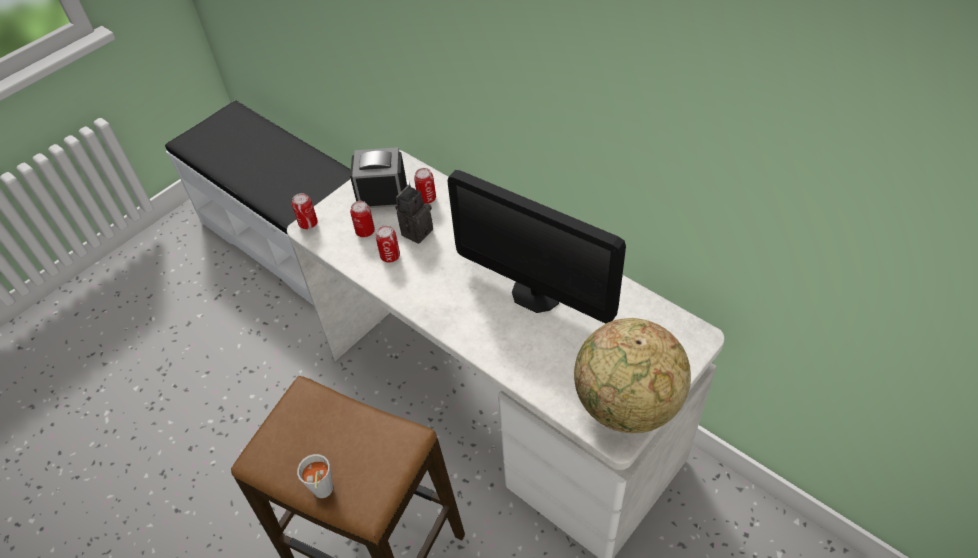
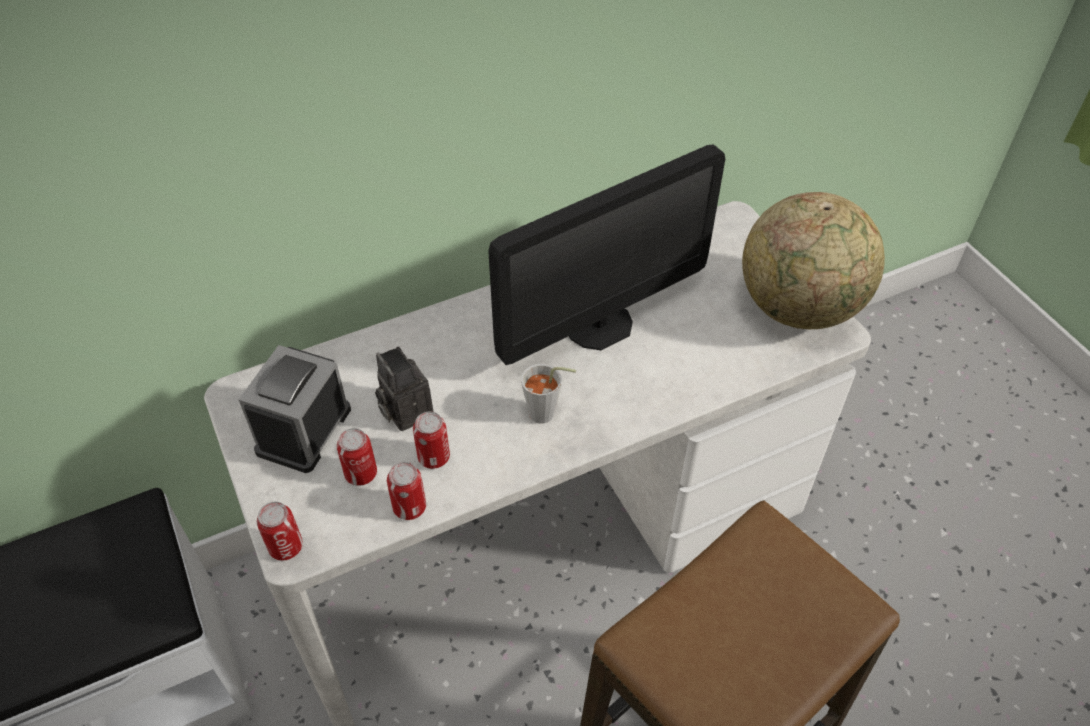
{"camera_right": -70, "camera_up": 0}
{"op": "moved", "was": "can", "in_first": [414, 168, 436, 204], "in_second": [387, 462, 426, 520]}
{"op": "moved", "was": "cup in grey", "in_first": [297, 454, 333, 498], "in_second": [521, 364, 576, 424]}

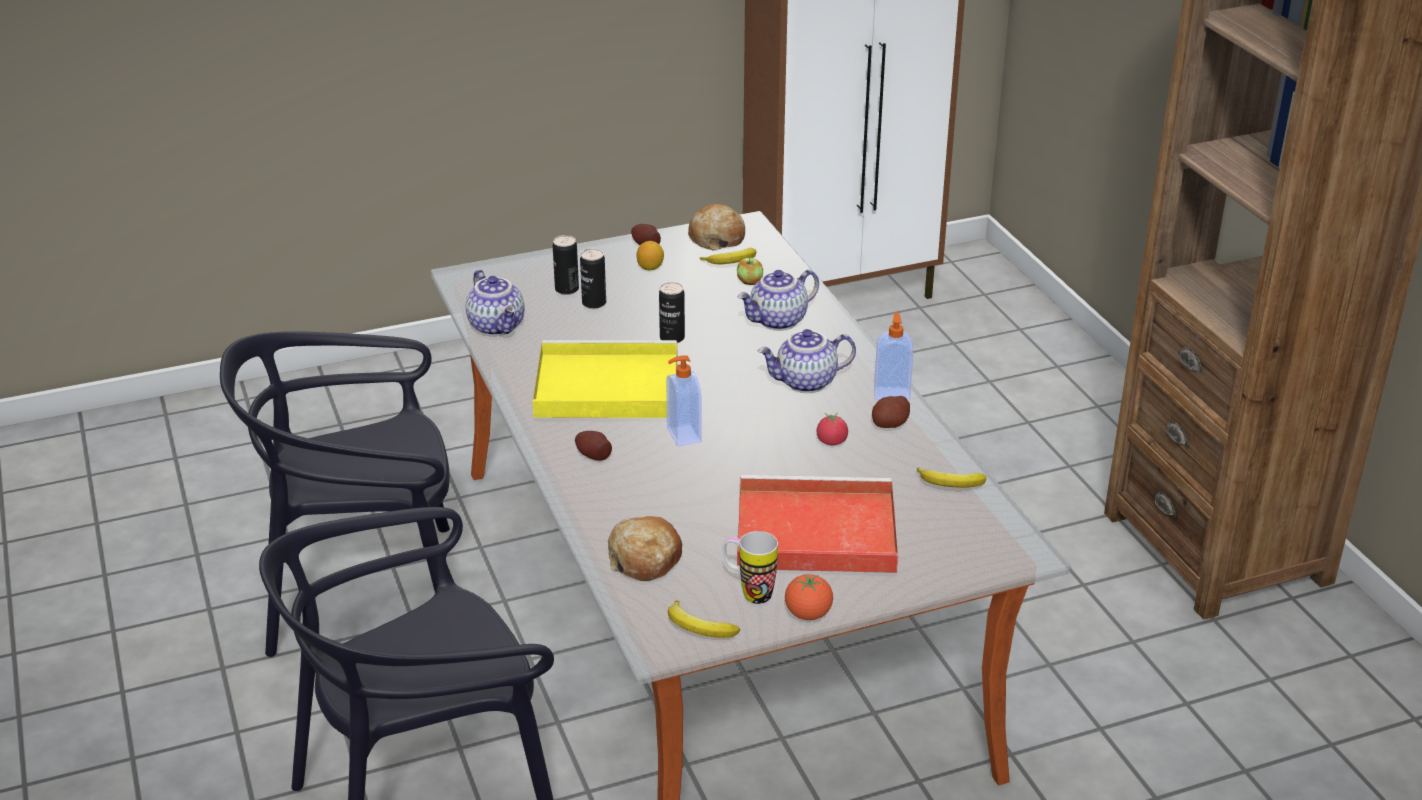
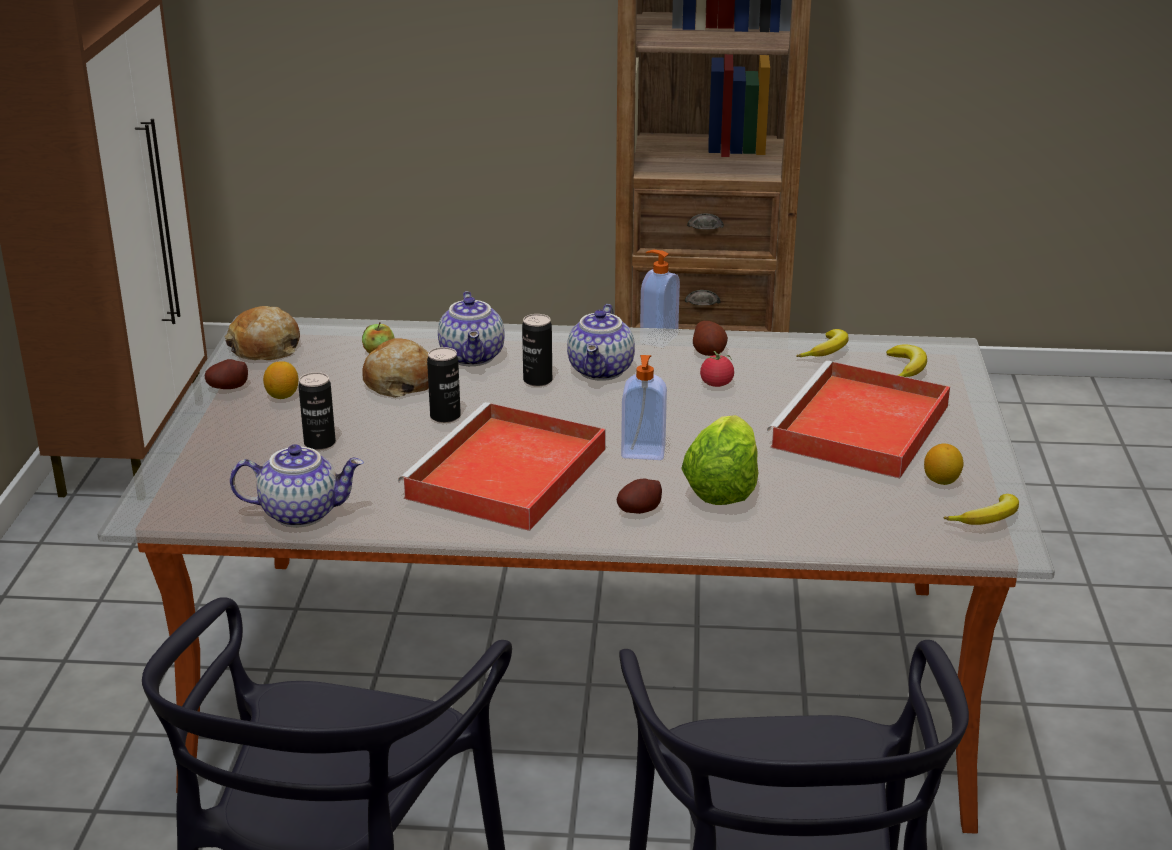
{"camera_right": -65, "camera_up": -5}
{"op": "moved", "was": "can", "in_first": [553, 235, 579, 295], "in_second": [522, 314, 552, 387]}
{"op": "moved", "was": "banana", "in_first": [700, 248, 756, 264], "in_second": [886, 345, 927, 377]}
{"op": "recoloured", "was": "tray in yellow", "now": "tray in red", "in_first": [532, 340, 677, 418], "in_second": [398, 402, 606, 531]}
{"op": "moved", "was": "bread", "in_first": [608, 516, 682, 581], "in_second": [363, 338, 429, 398]}
{"op": "replaced", "was": "mug", "now": "lemon", "in_first": [722, 531, 778, 604], "in_second": [924, 444, 964, 485]}
{"op": "removed", "was": "tomato", "in_first": [785, 574, 833, 620]}
{"op": "added", "now": "lettuce", "in_second": [681, 415, 758, 505]}

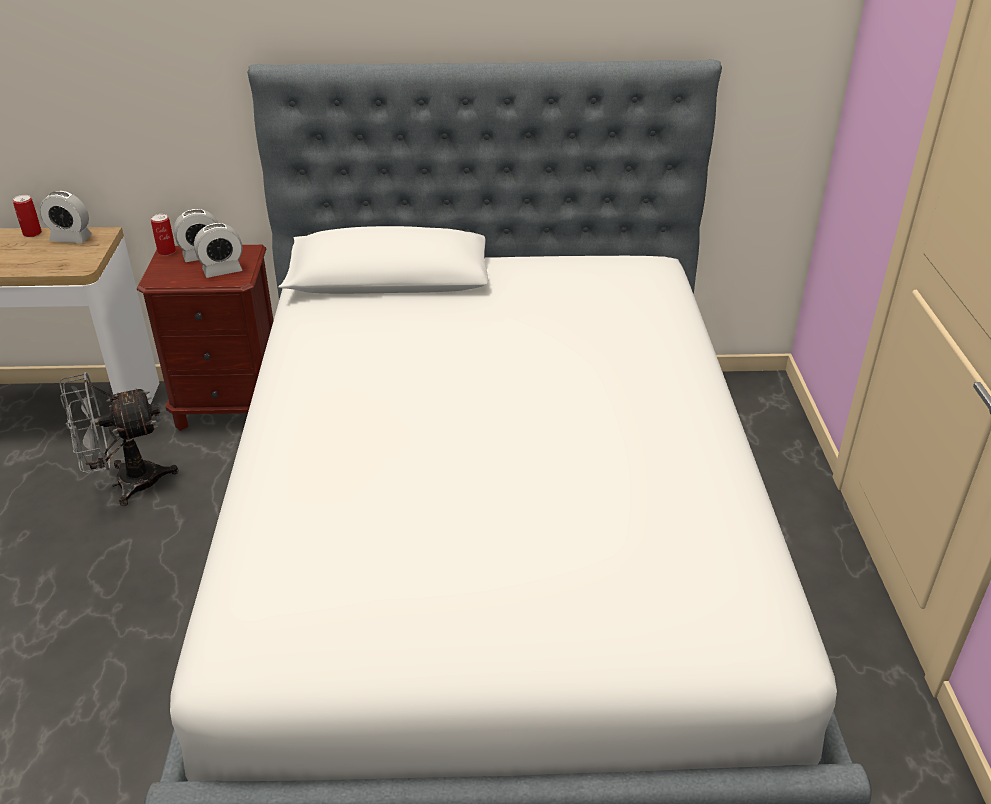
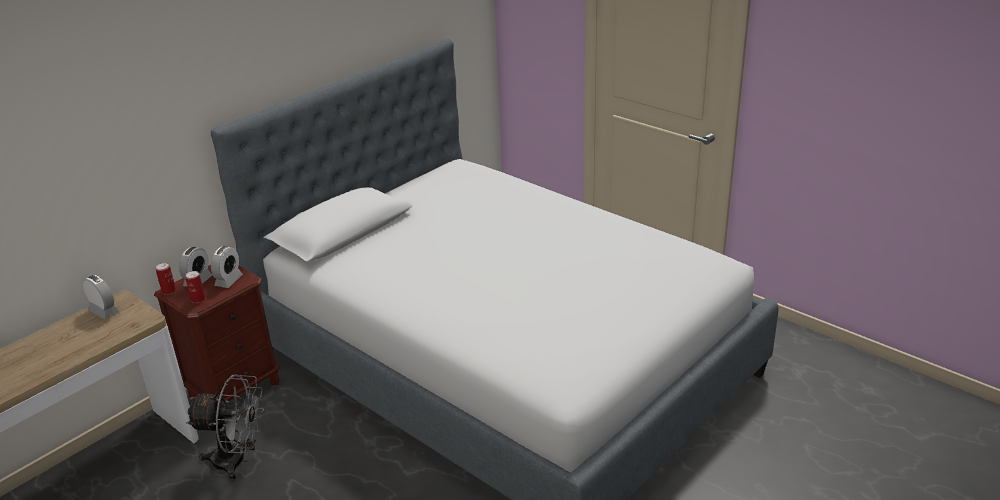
{"camera_right": -45, "camera_up": -5}
{"op": "turned", "was": "alarm clock", "in_first": [40, 191, 92, 243], "in_second": [83, 275, 120, 319], "clockwise": -105}
{"op": "moved", "was": "can", "in_first": [13, 195, 42, 237], "in_second": [185, 271, 205, 303]}
{"op": "turned", "was": "fan in grey", "in_first": [59, 372, 179, 506], "in_second": [186, 374, 265, 480], "clockwise": -105}

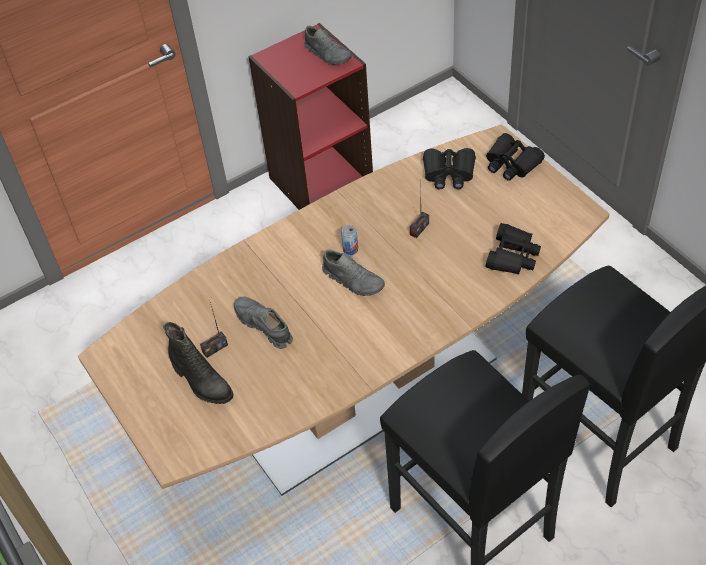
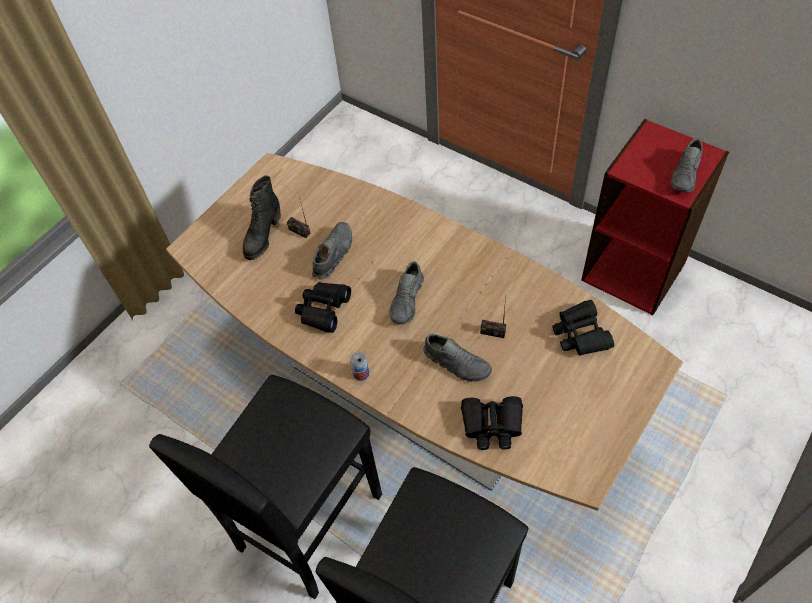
{"camera_right": 70, "camera_up": 5}
{"op": "moved", "was": "binoculars in black", "in_first": [486, 133, 545, 181], "in_second": [295, 282, 351, 333]}
{"op": "moved", "was": "can", "in_first": [341, 225, 358, 255], "in_second": [350, 352, 369, 381]}
{"op": "added", "now": "shoe in grey", "in_second": [423, 333, 492, 382]}

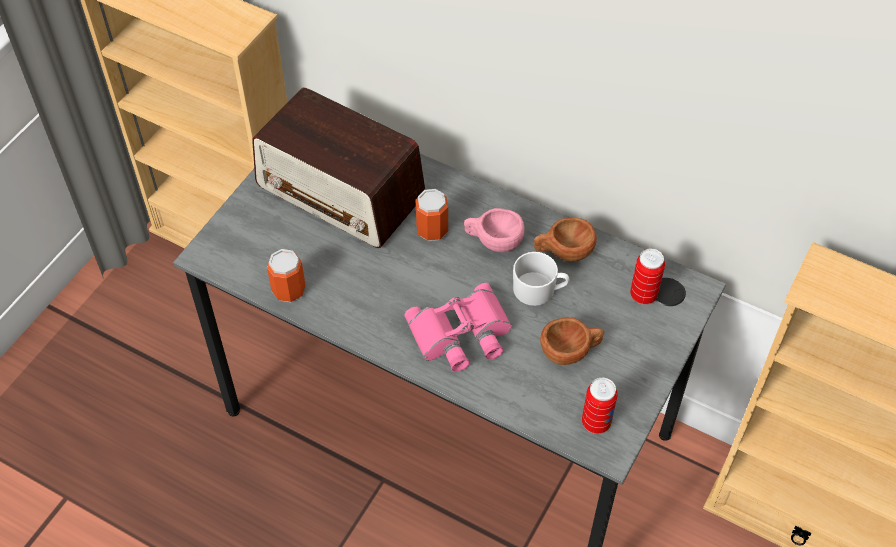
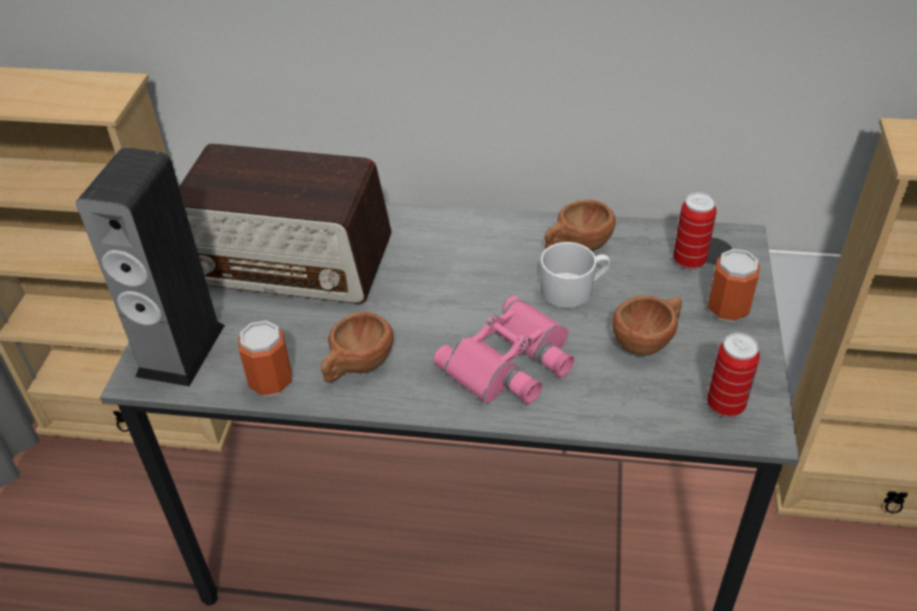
{"camera_right": -20, "camera_up": -10}
{"op": "moved", "was": "can", "in_first": [416, 189, 448, 241], "in_second": [708, 249, 760, 322]}
{"op": "removed", "was": "cup in pink", "in_first": [464, 208, 524, 252]}
{"op": "added", "now": "speaker", "in_second": [76, 147, 225, 387]}
{"op": "added", "now": "cup in brown", "in_second": [321, 312, 393, 383]}

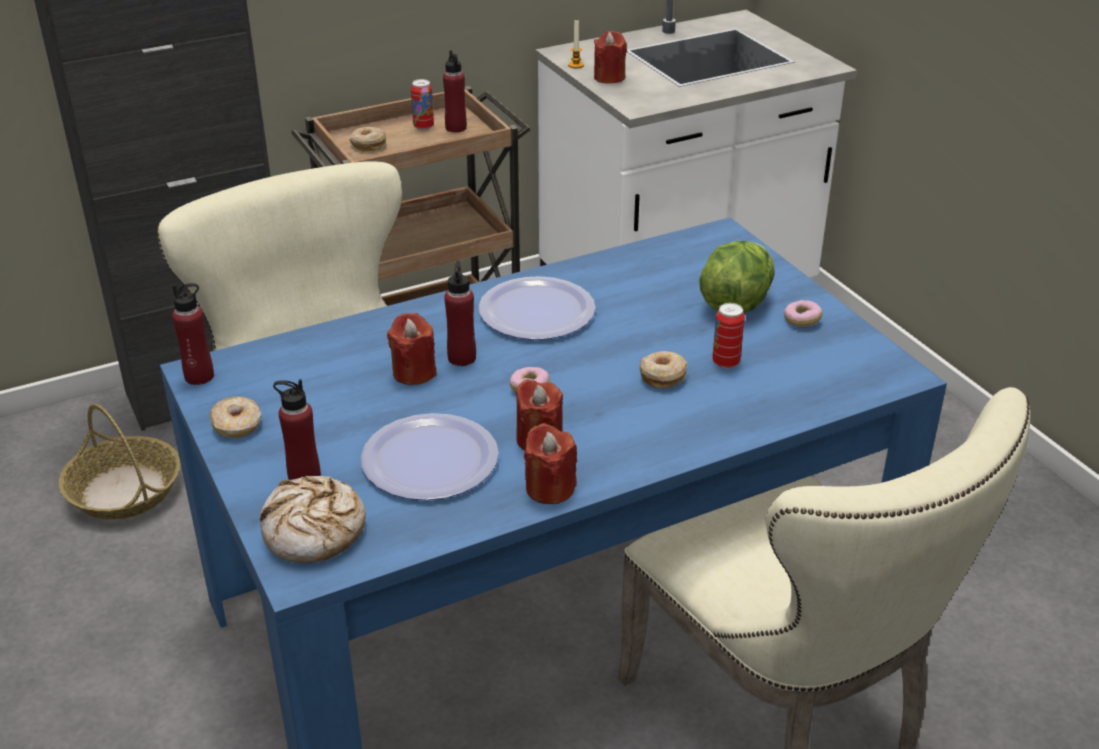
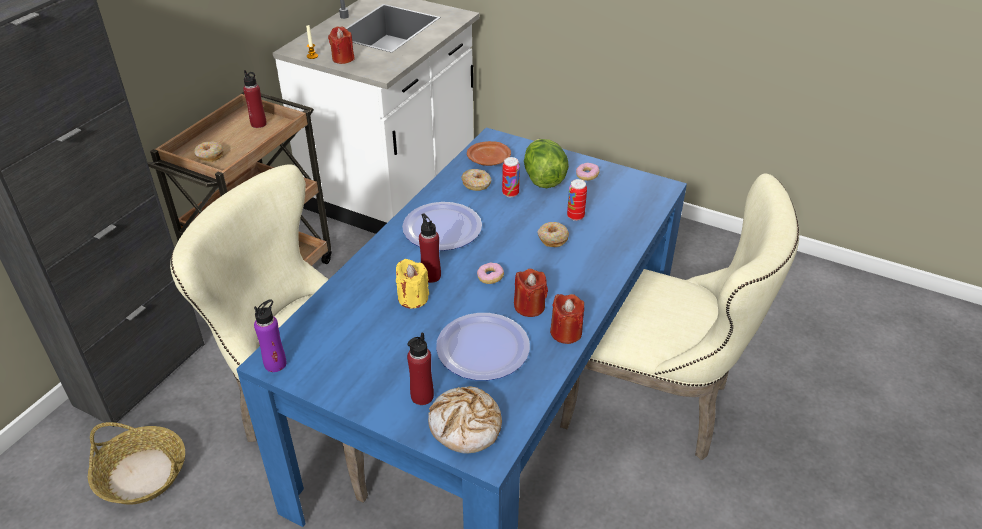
{"camera_right": -35, "camera_up": 5}
{"op": "moved", "was": "can", "in_first": [411, 79, 434, 131], "in_second": [502, 157, 520, 197]}
{"op": "recoloured", "was": "bottle in red", "now": "bottle in purple", "in_first": [172, 283, 214, 385], "in_second": [254, 299, 287, 372]}
{"op": "recoloured", "was": "candle in red", "now": "candle in yellow", "in_first": [387, 313, 437, 385], "in_second": [396, 259, 429, 308]}
{"op": "moved", "was": "donut", "in_first": [209, 396, 261, 438], "in_second": [461, 169, 492, 191]}
{"op": "added", "now": "plate in brown", "in_second": [467, 141, 511, 166]}

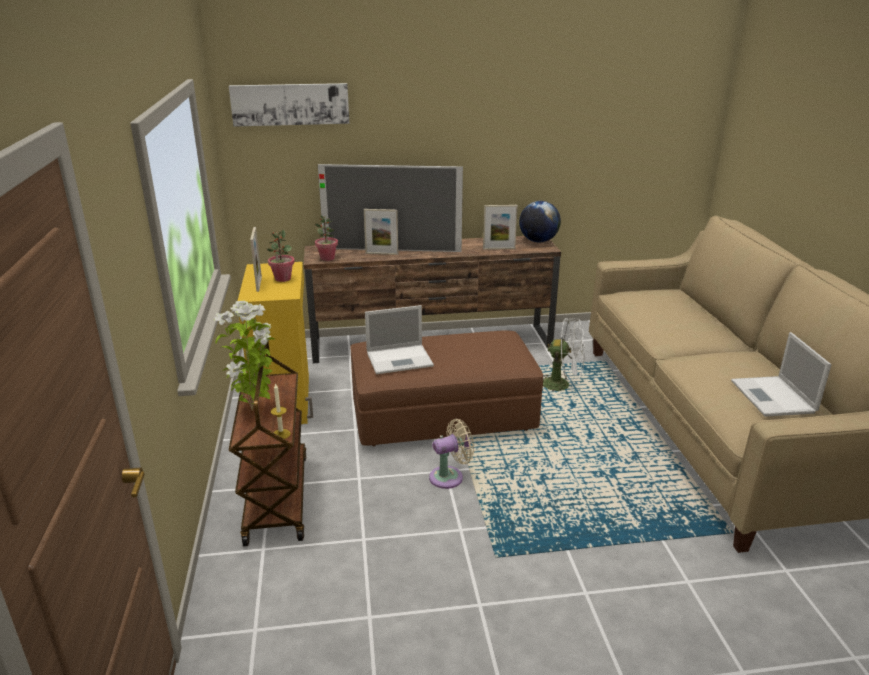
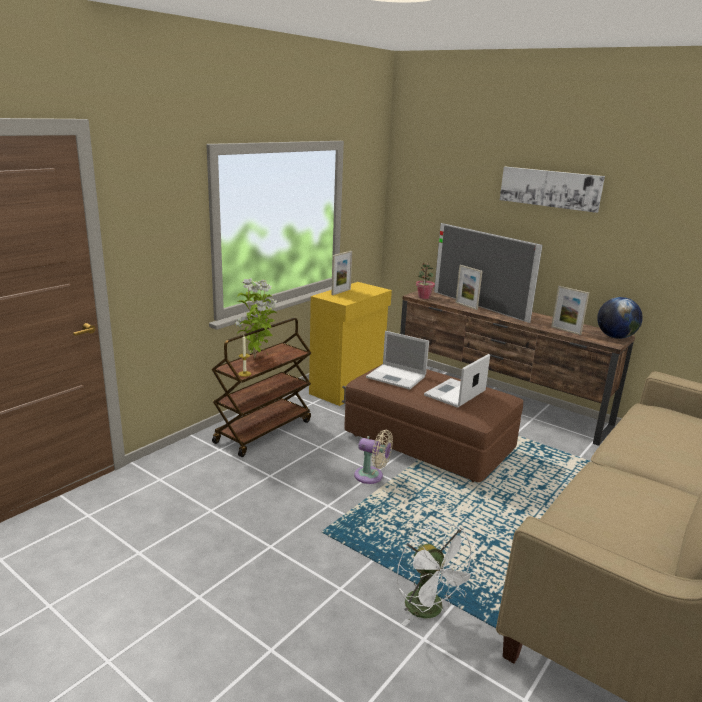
{"camera_right": 45, "camera_up": -5}
{"op": "moved", "was": "picture", "in_first": [229, 83, 349, 127], "in_second": [500, 166, 605, 213]}
{"op": "removed", "was": "potted plant", "in_first": [267, 230, 295, 282]}
{"op": "moved", "was": "fan in white", "in_first": [543, 318, 585, 392], "in_second": [397, 523, 479, 626]}
{"op": "moved", "was": "laptop", "in_first": [731, 332, 831, 417], "in_second": [424, 354, 490, 408]}

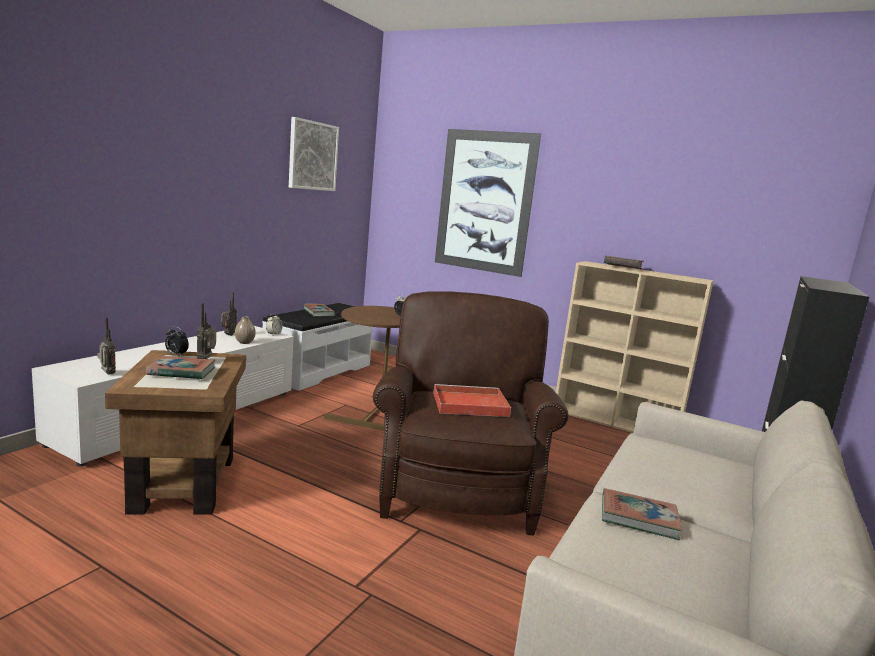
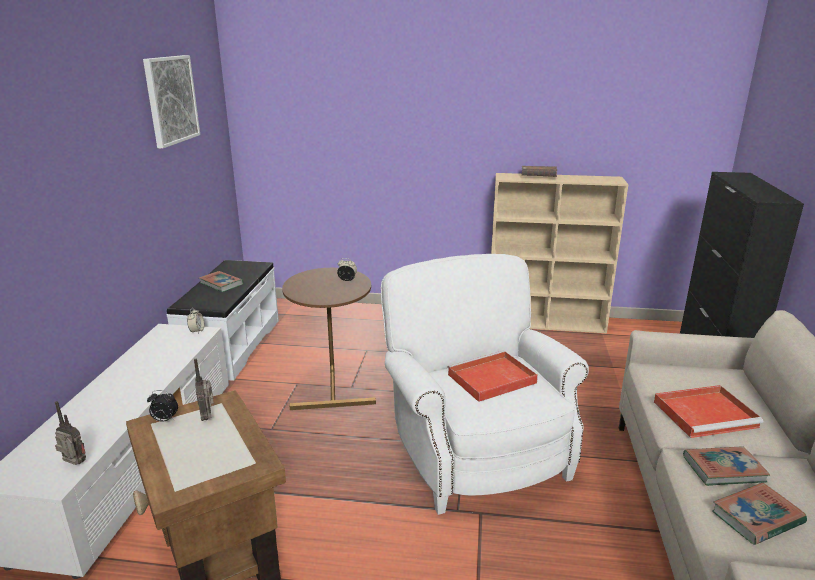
{"camera_right": -20, "camera_up": 10}
{"op": "removed", "was": "picture", "in_first": [435, 129, 541, 277]}
{"op": "recoloured", "was": "armchair in brown", "now": "armchair in white", "in_first": [373, 291, 568, 536], "in_second": [381, 254, 589, 515]}
{"op": "removed", "was": "radio", "in_first": [221, 292, 237, 336]}
{"op": "removed", "was": "vase", "in_first": [235, 316, 256, 344]}
{"op": "moved", "was": "book", "in_first": [146, 356, 215, 380], "in_second": [712, 483, 807, 545]}
{"op": "added", "now": "tray in red", "in_second": [654, 385, 763, 438]}

